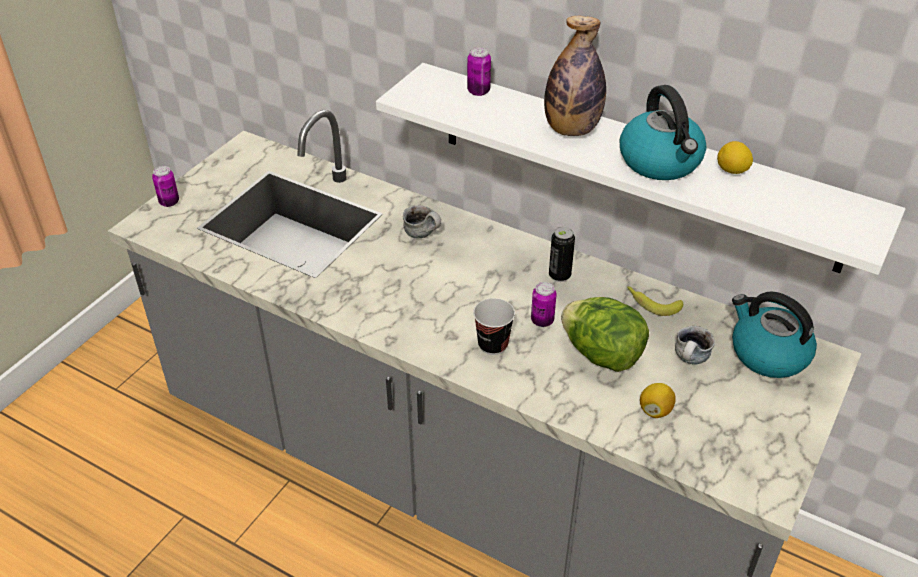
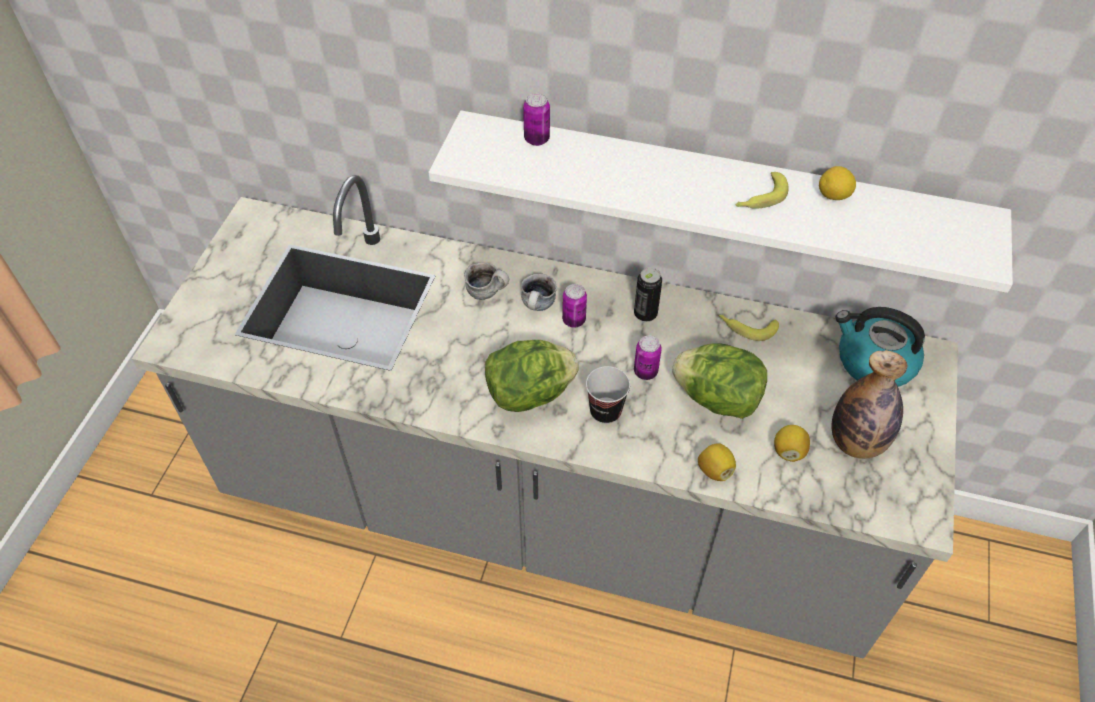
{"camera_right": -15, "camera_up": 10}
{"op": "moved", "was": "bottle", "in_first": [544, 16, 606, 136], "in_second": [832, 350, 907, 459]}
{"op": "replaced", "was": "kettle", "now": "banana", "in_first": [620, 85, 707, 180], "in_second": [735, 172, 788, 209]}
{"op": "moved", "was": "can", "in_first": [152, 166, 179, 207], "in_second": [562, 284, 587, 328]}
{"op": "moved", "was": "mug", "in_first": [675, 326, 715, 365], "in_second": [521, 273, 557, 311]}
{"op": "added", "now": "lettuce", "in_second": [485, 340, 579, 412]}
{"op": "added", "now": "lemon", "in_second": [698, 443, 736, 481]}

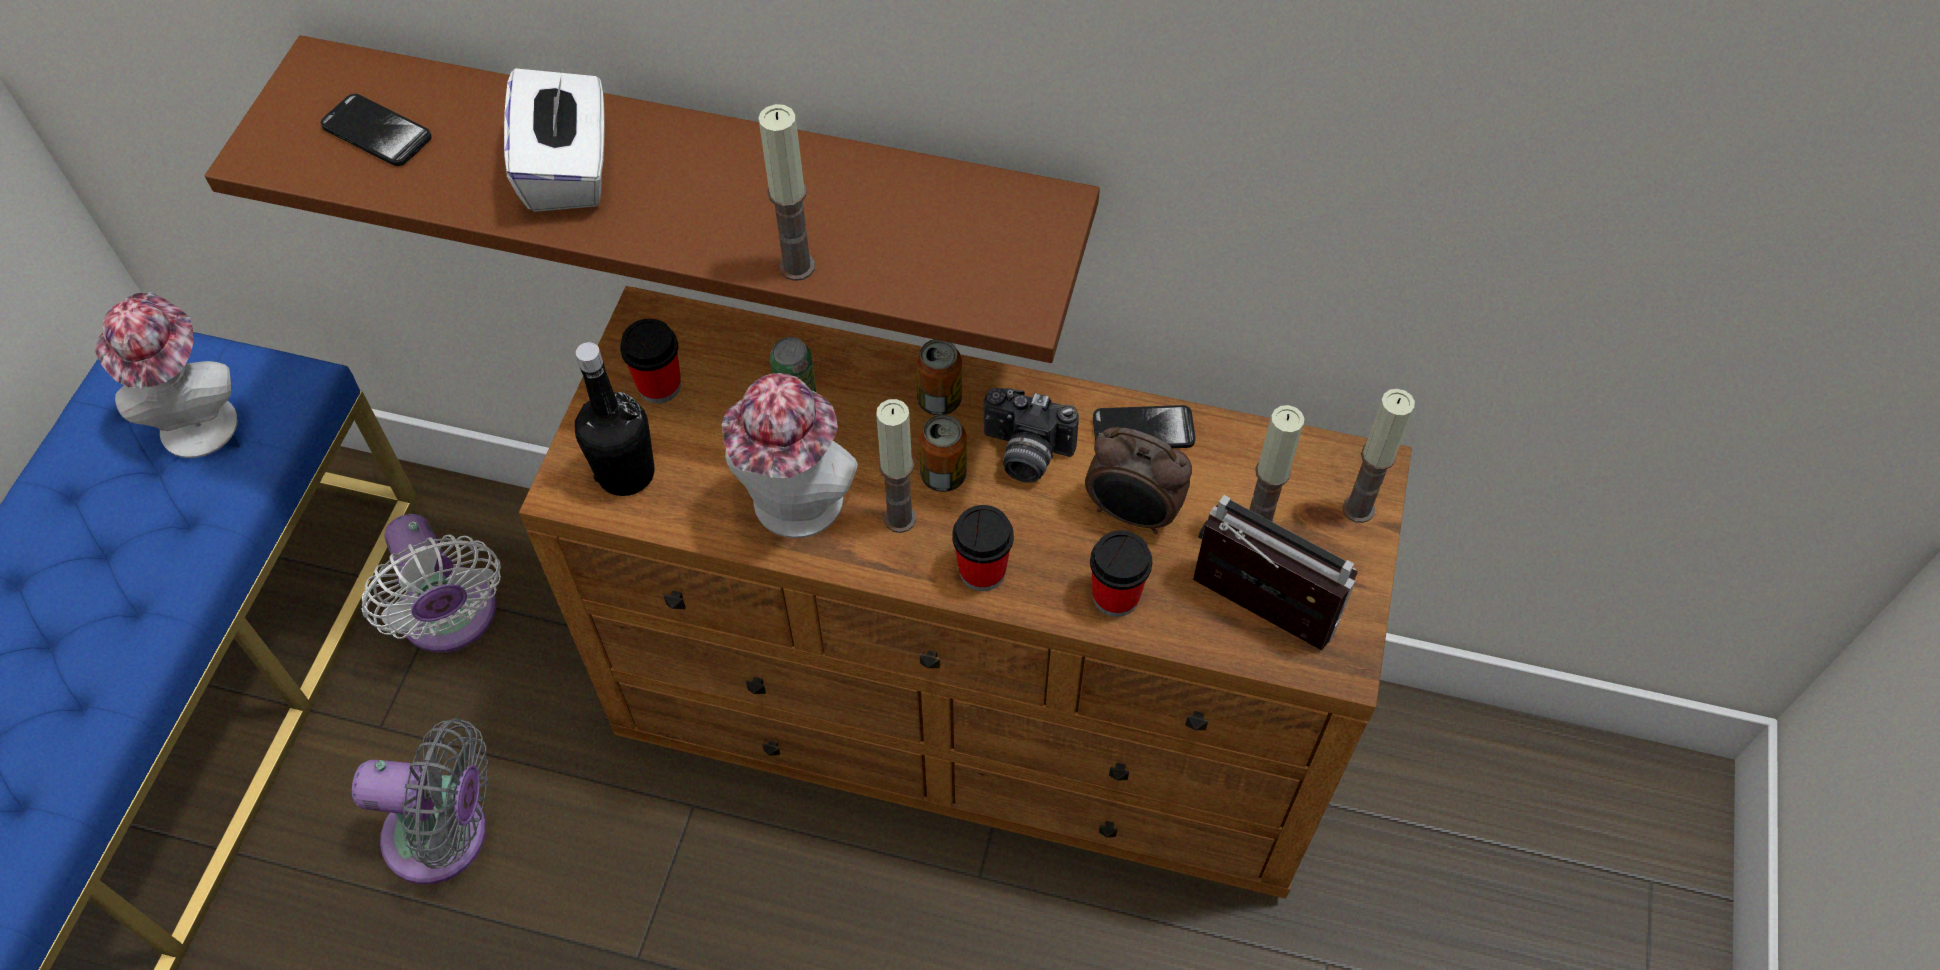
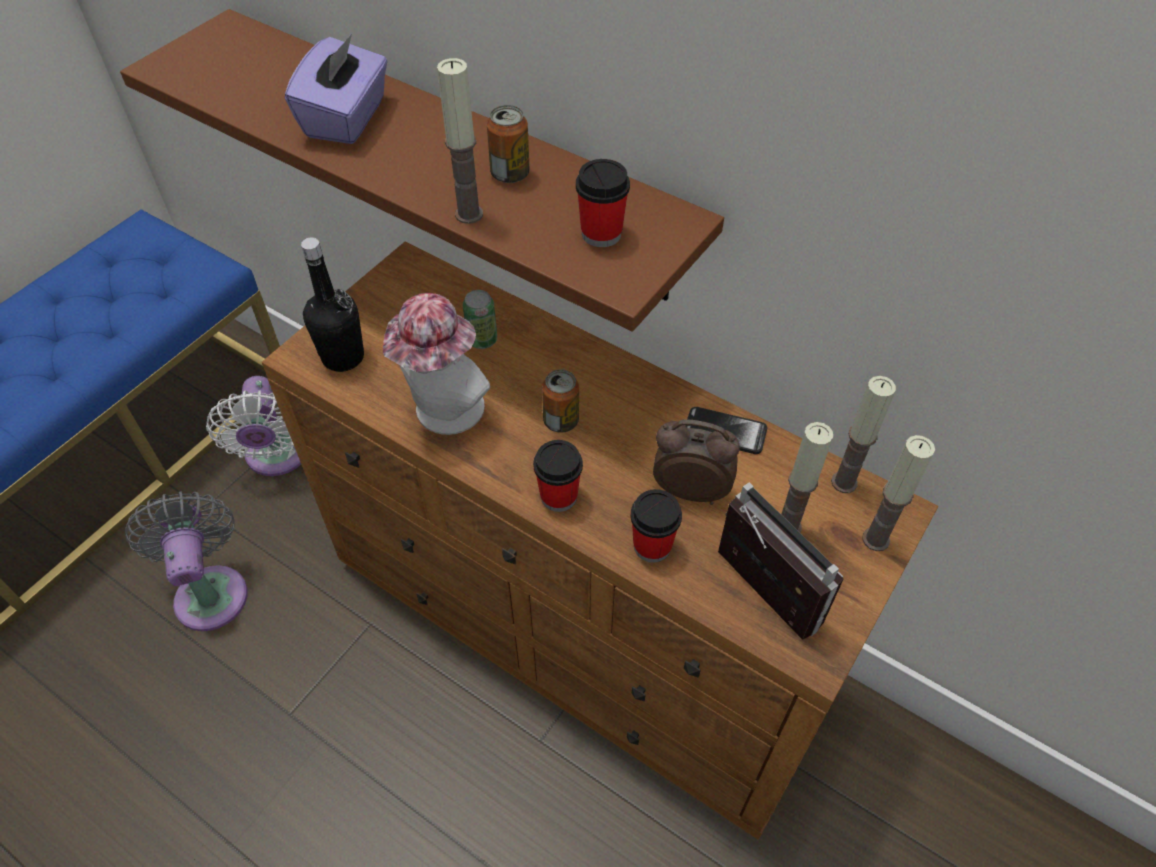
{"camera_right": 20, "camera_up": -5}
{"op": "recoloured", "was": "tissue box in white", "now": "tissue box in purple", "in_first": [504, 67, 605, 212], "in_second": [285, 34, 388, 144]}
{"op": "removed", "was": "phone", "in_first": [320, 94, 432, 166]}
{"op": "removed", "was": "hat", "in_first": [95, 292, 238, 458]}
{"op": "moved", "was": "cup", "in_first": [620, 318, 681, 404], "in_second": [576, 159, 630, 247]}
{"op": "moved", "was": "can", "in_first": [916, 339, 962, 415], "in_second": [487, 105, 530, 183]}
{"op": "removed", "was": "photo camera", "in_first": [983, 388, 1079, 483]}
{"op": "moved", "was": "candle", "in_first": [876, 399, 916, 533], "in_second": [831, 376, 896, 493]}
{"op": "turned", "was": "alarm clock", "in_first": [1085, 427, 1192, 534], "in_second": [653, 420, 740, 505], "clockwise": 150}
{"op": "turned", "was": "fan in grey", "in_first": [352, 718, 489, 884], "in_second": [125, 491, 248, 631], "clockwise": -135}

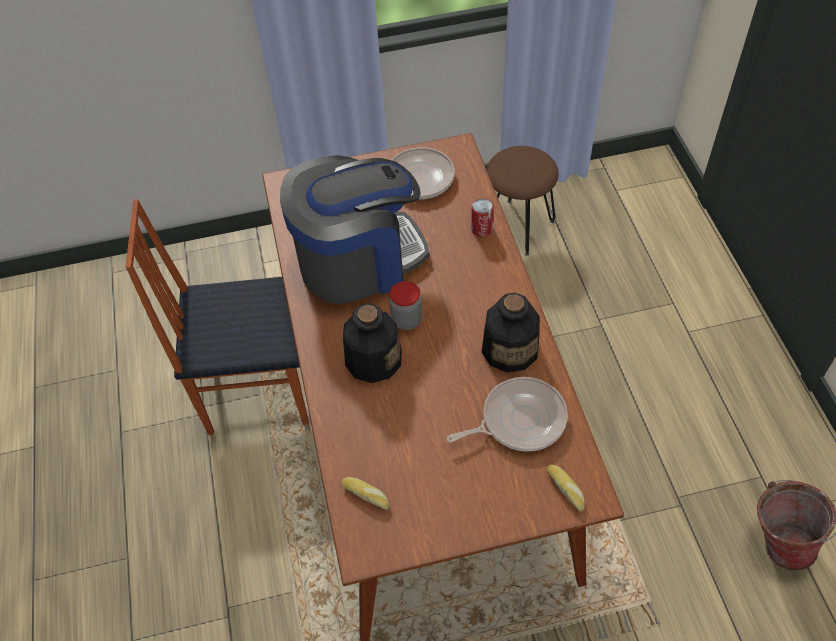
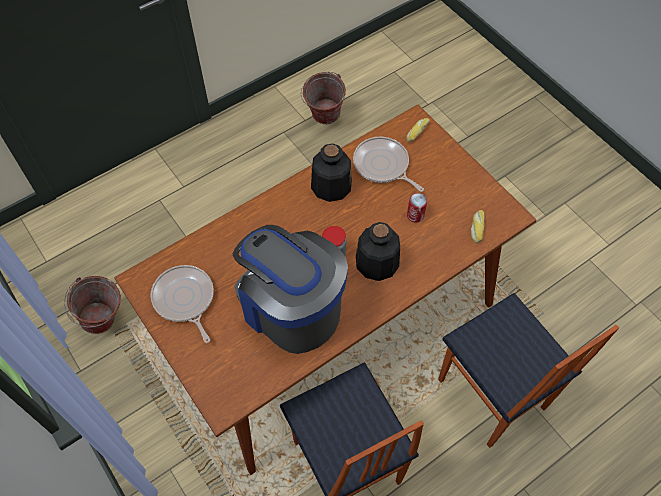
{"camera_right": -115, "camera_up": 5}
{"op": "replaced", "was": "stool in brown", "now": "bucket", "in_first": [486, 146, 559, 256], "in_second": [64, 276, 121, 334]}
{"op": "moved", "was": "can", "in_first": [471, 198, 494, 237], "in_second": [407, 193, 427, 223]}
{"op": "added", "now": "chair", "in_second": [438, 293, 619, 448]}

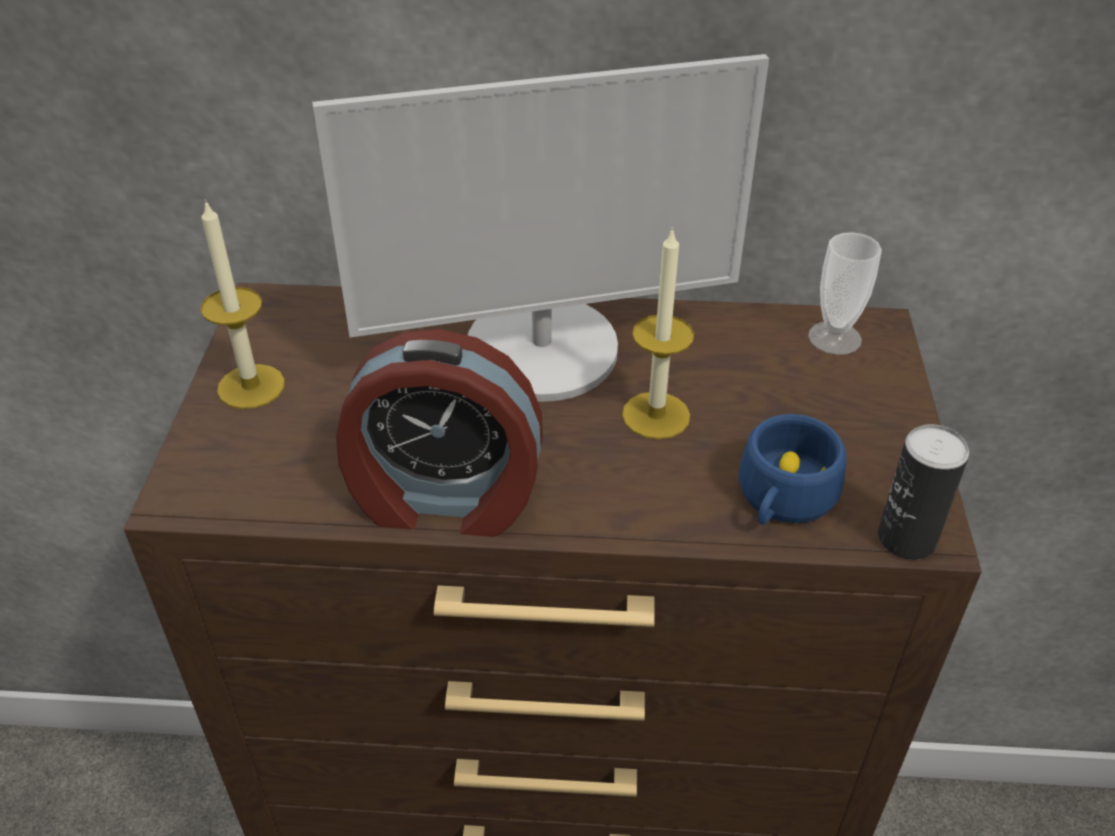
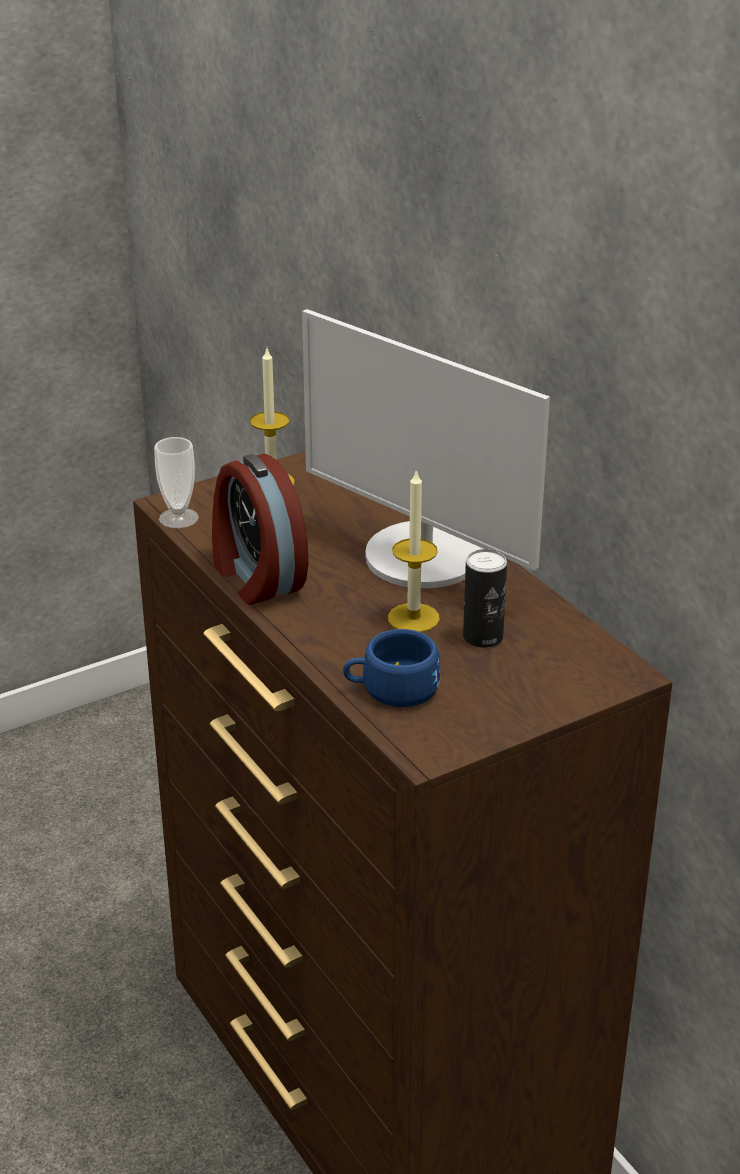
{"camera_right": 55, "camera_up": -10}
{"op": "moved", "was": "cup", "in_first": [808, 232, 882, 355], "in_second": [154, 437, 199, 529]}
{"op": "moved", "was": "can", "in_first": [878, 424, 969, 560], "in_second": [463, 549, 507, 648]}

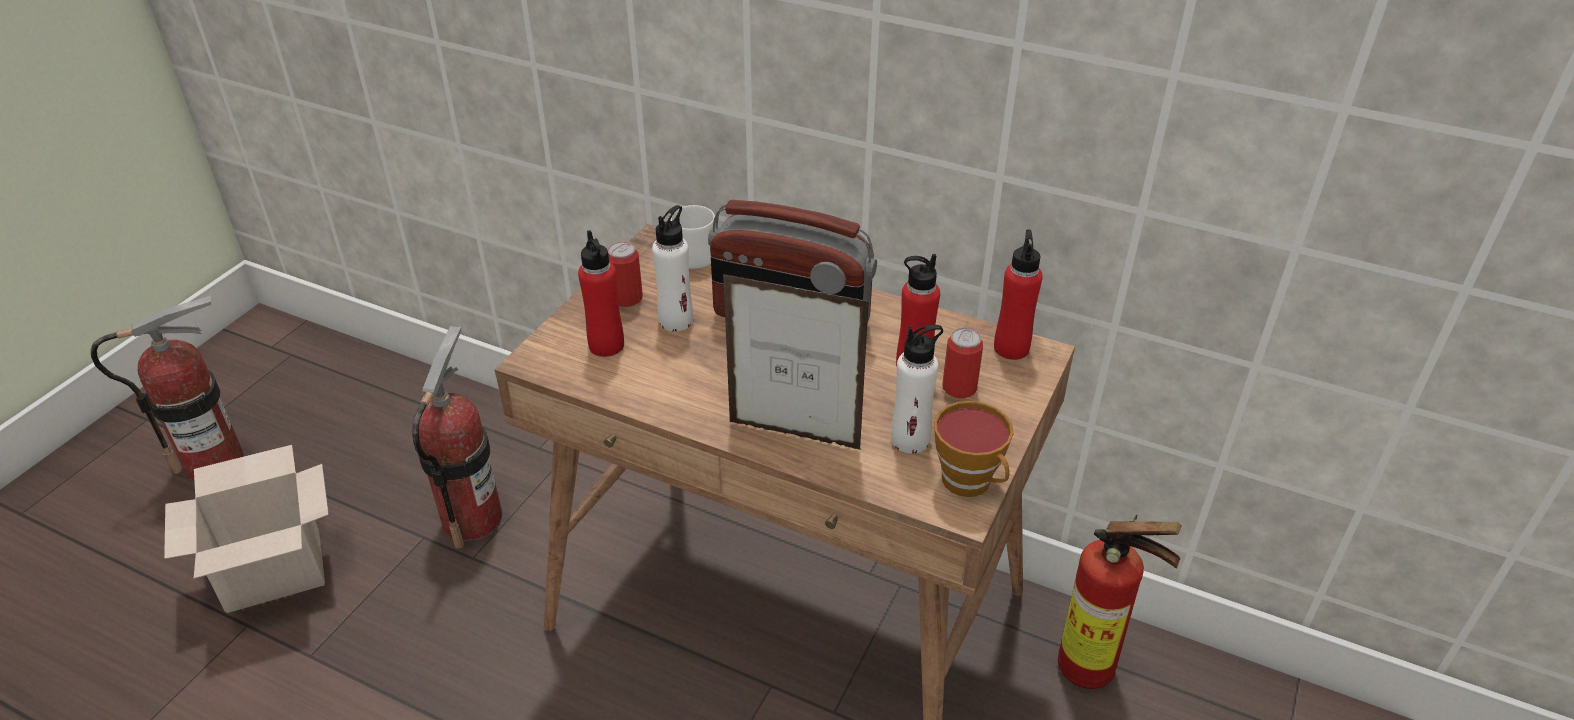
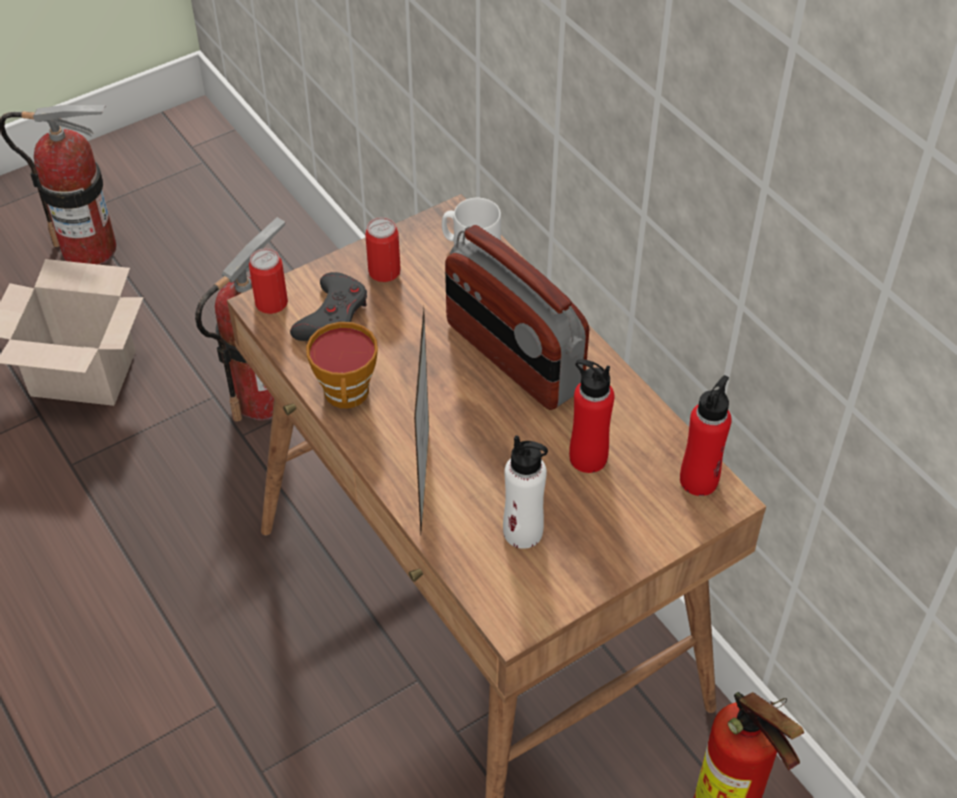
{"camera_right": 30, "camera_up": 10}
{"op": "removed", "was": "bottle in white", "in_first": [652, 205, 693, 331]}
{"op": "replaced", "was": "bottle in red", "now": "game controller in grey", "in_first": [578, 230, 624, 357], "in_second": [290, 272, 367, 341]}
{"op": "turned", "was": "picture frame", "in_first": [723, 274, 870, 450], "in_second": [414, 308, 429, 533], "clockwise": -135}
{"op": "moved", "was": "can", "in_first": [942, 327, 983, 398], "in_second": [249, 248, 288, 314]}
{"op": "moved", "was": "cup", "in_first": [934, 401, 1013, 497], "in_second": [306, 322, 378, 408]}

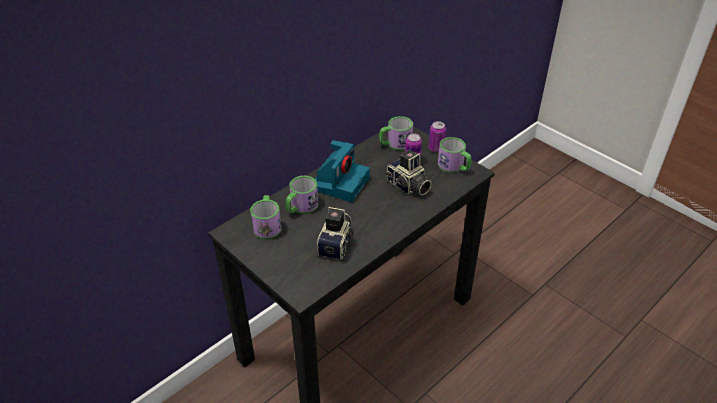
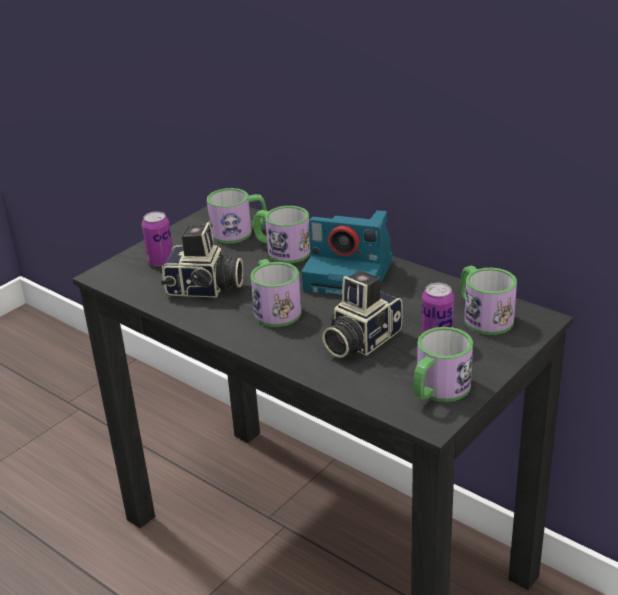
{"camera_right": 85, "camera_up": -10}
{"op": "moved", "was": "can", "in_first": [429, 121, 446, 152], "in_second": [142, 211, 173, 267]}
{"op": "added", "now": "mug", "in_second": [251, 259, 301, 327]}

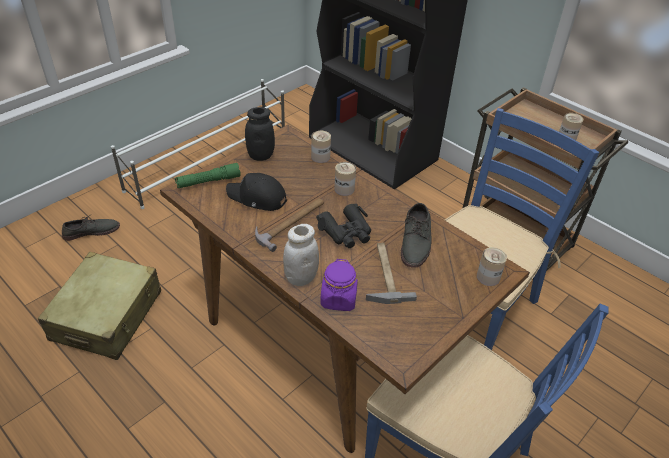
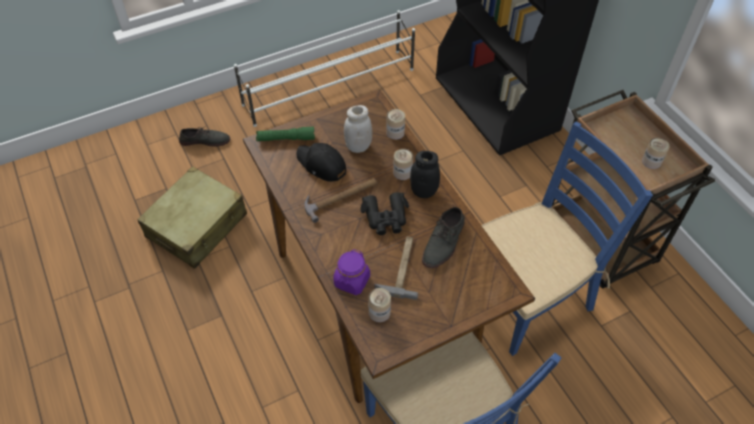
{"camera_right": 20, "camera_up": 10}
{"op": "moved", "was": "jar in black", "in_first": [245, 107, 275, 161], "in_second": [410, 151, 440, 198]}
{"op": "moved", "was": "jar in white", "in_first": [283, 224, 319, 286], "in_second": [344, 105, 372, 153]}
{"op": "moved", "was": "can", "in_first": [477, 247, 507, 286], "in_second": [368, 288, 391, 322]}

